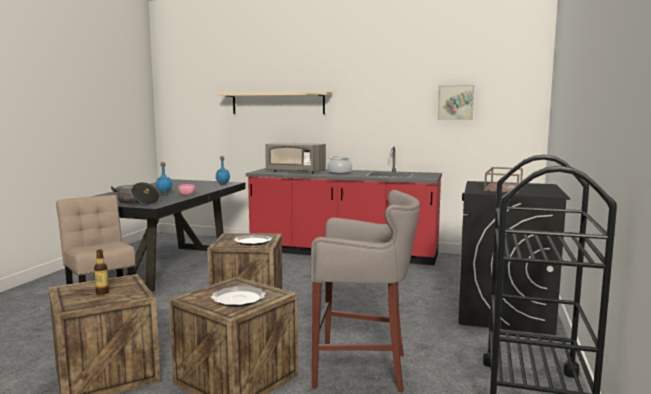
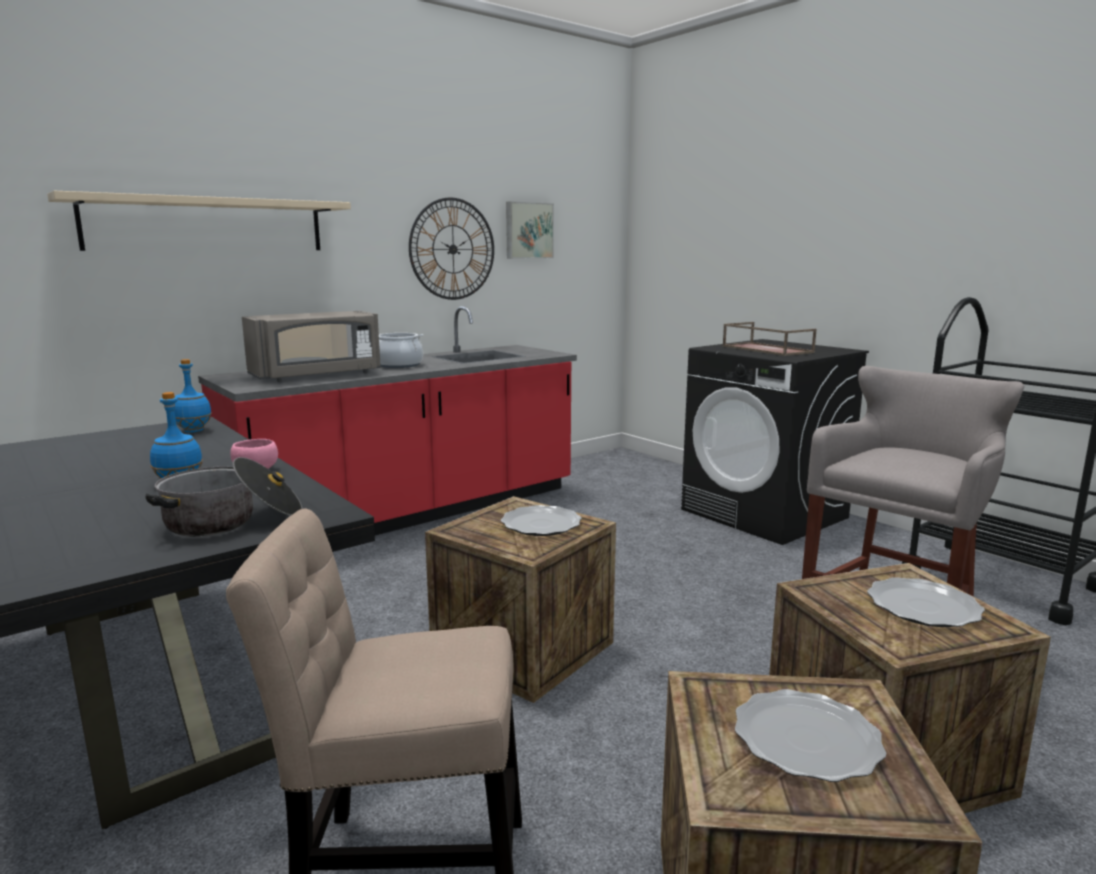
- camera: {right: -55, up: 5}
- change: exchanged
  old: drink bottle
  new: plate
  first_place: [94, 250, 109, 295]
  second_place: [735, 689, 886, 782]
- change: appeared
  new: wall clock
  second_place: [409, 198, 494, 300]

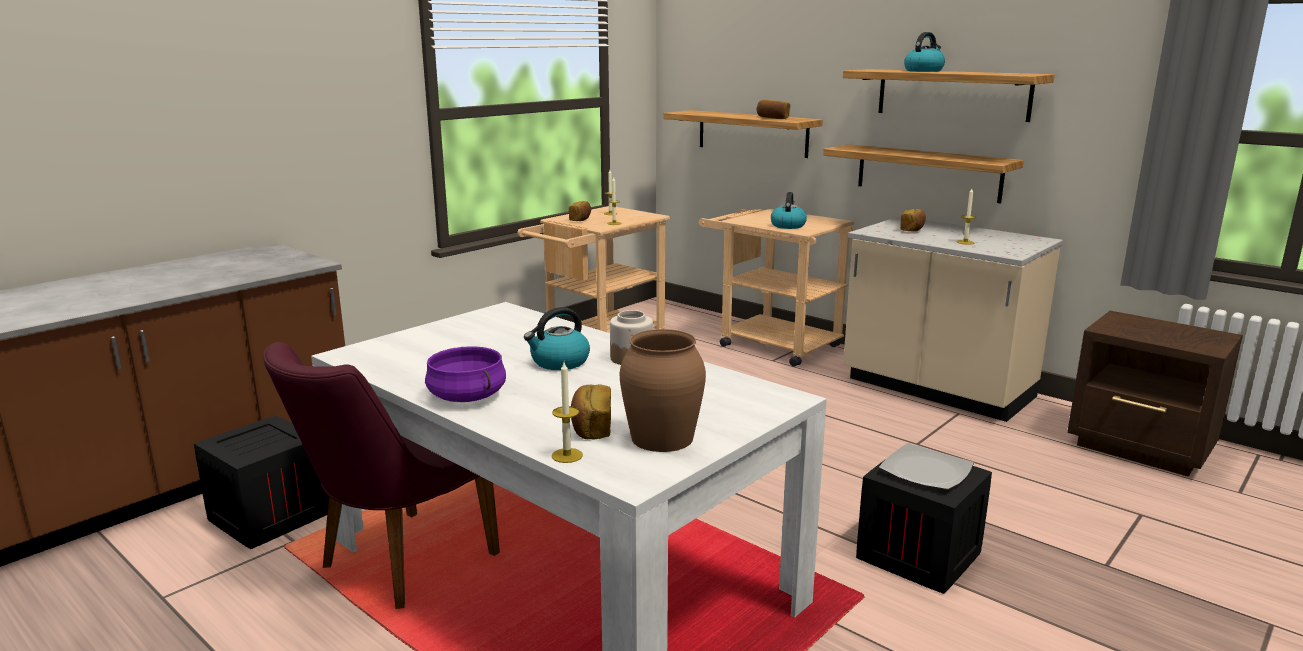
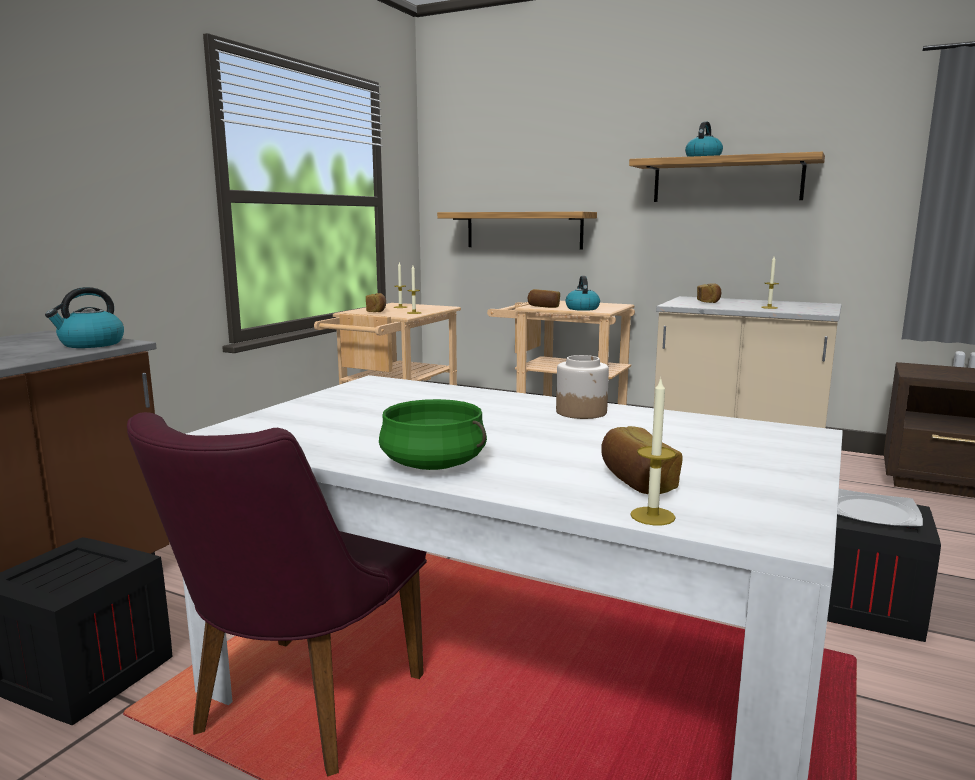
- camera: {right: -15, up: -5}
- change: colour
  old: cooking pot/purplish
  new: cooking pot/greenish
  first_place: [425, 346, 506, 402]
  second_place: [379, 399, 487, 470]
- change: relocated
  old: kettle
  first_place: [524, 307, 590, 370]
  second_place: [45, 287, 124, 348]
- change: missing
  old: flower vase/brownish
  first_place: [619, 329, 706, 452]
- change: relocated
  old: baked bread
  first_place: [757, 100, 790, 119]
  second_place: [528, 289, 560, 308]
- change: missing
  old: wall shelf
  first_place: [823, 144, 1024, 203]

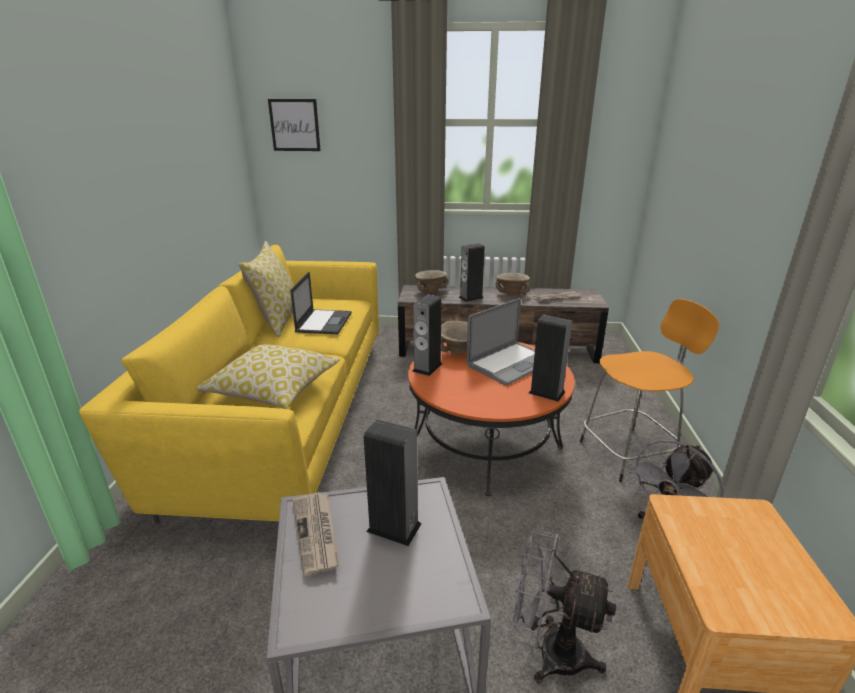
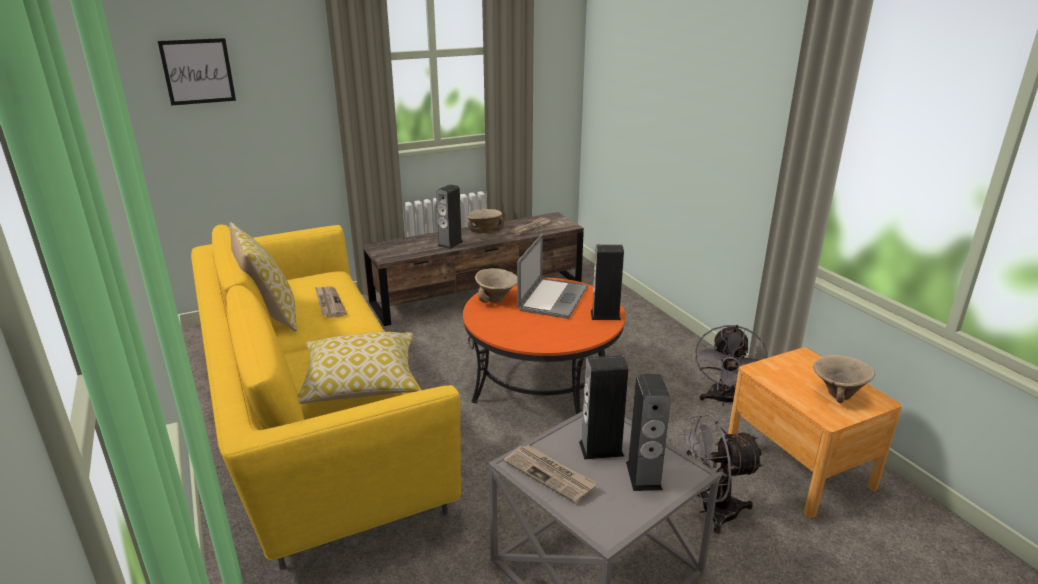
- camera: {right: -30, up: 0}
- change: exchanged
  old: notebook computer
  new: newspaper
  first_place: [290, 272, 352, 334]
  second_place: [315, 286, 347, 318]
- change: relocated
  old: loudspeaker
  first_place: [412, 295, 442, 376]
  second_place: [626, 374, 671, 491]
- change: relocated
  old: serving bowl/beige
  first_place: [415, 270, 449, 292]
  second_place: [813, 355, 875, 403]
- change: missing
  old: sitting stool/orange
  first_place: [580, 299, 719, 482]

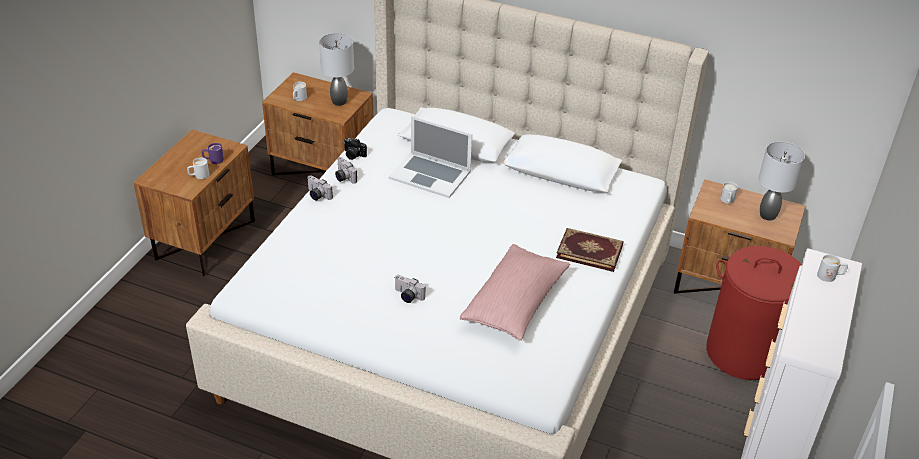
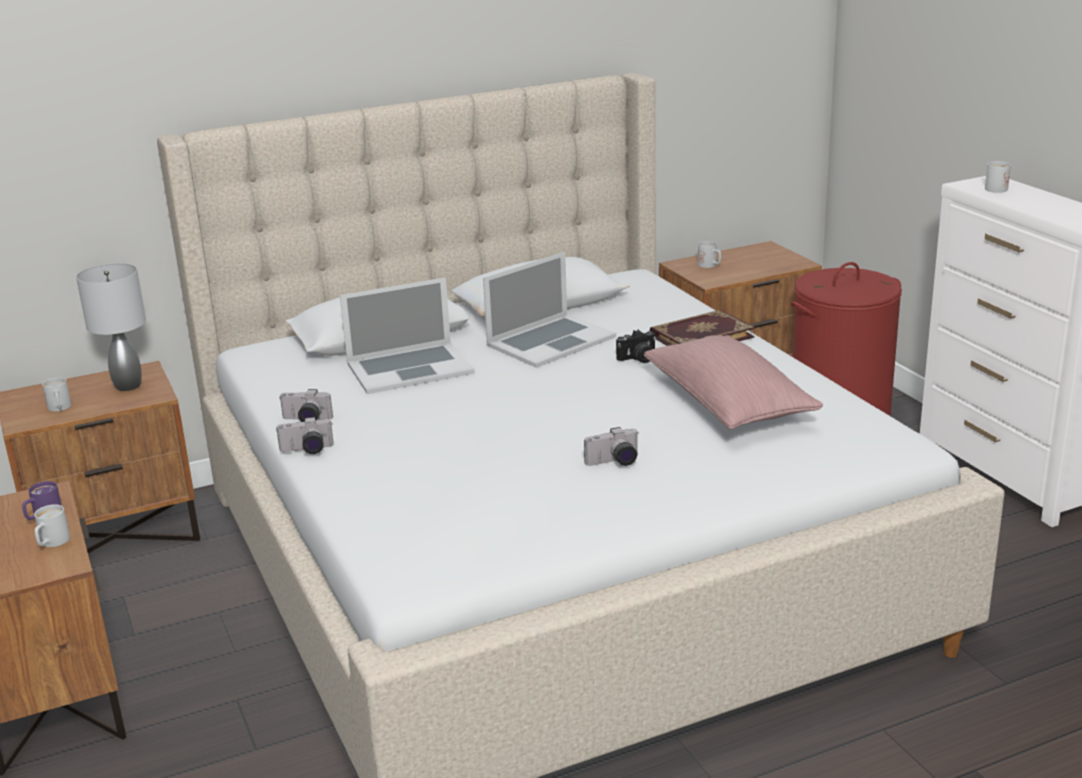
- camera: {right: -45, up: -15}
- change: relocated
  old: still camera
  first_place: [343, 138, 367, 160]
  second_place: [616, 329, 656, 363]
- change: missing
  old: tabletop lamp/gray
  first_place: [759, 142, 805, 221]
- change: appeared
  new: notebook computer
  second_place: [483, 252, 616, 368]

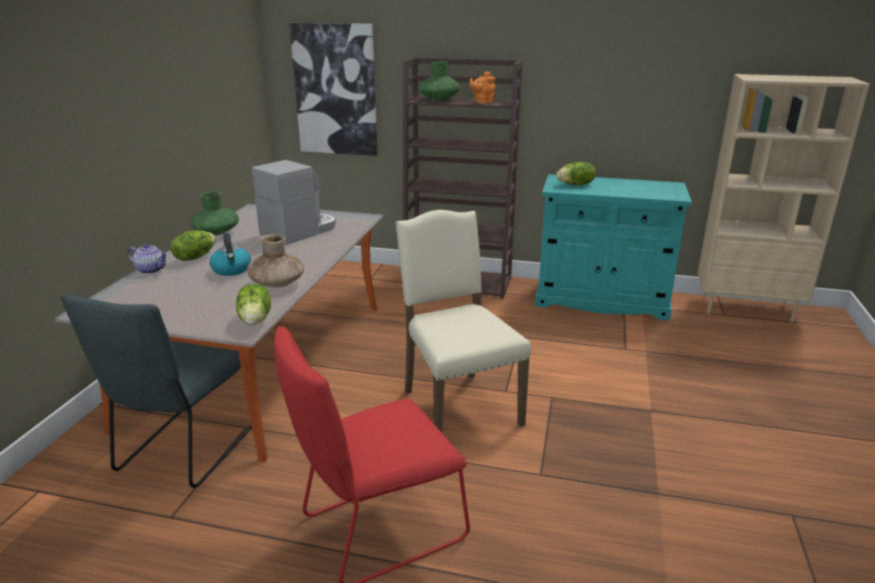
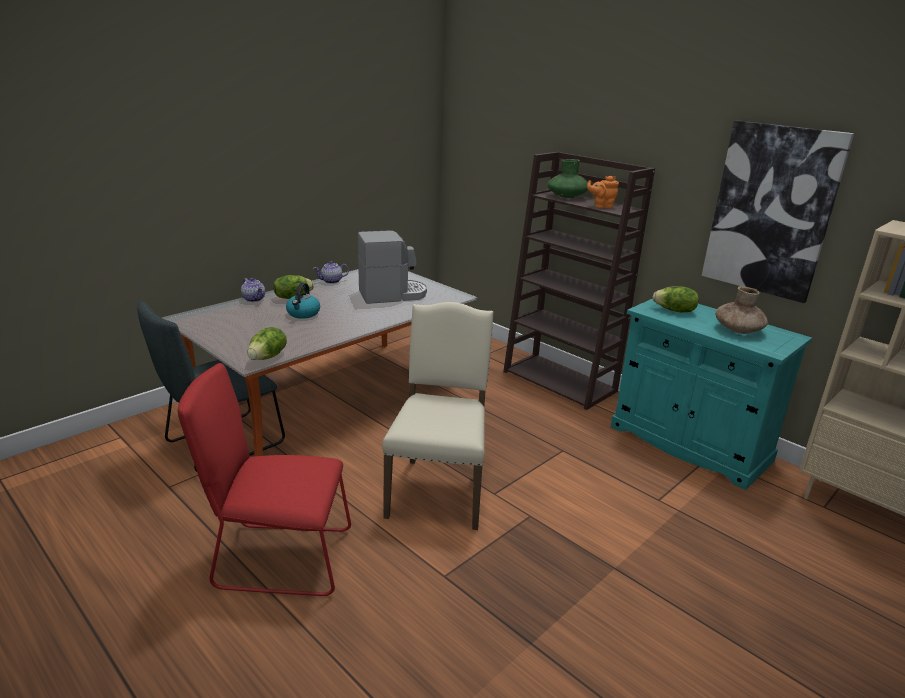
- camera: {right: 30, up: 0}
- change: exchanged
  old: flower vase/greenish
  new: tea pot
  first_place: [191, 191, 239, 236]
  second_place: [314, 261, 349, 284]
- change: relocated
  old: flower vase/brownish
  first_place: [247, 235, 304, 288]
  second_place: [715, 286, 768, 334]
- change: relocated
  old: wall picture
  first_place: [289, 23, 378, 156]
  second_place: [702, 120, 854, 303]

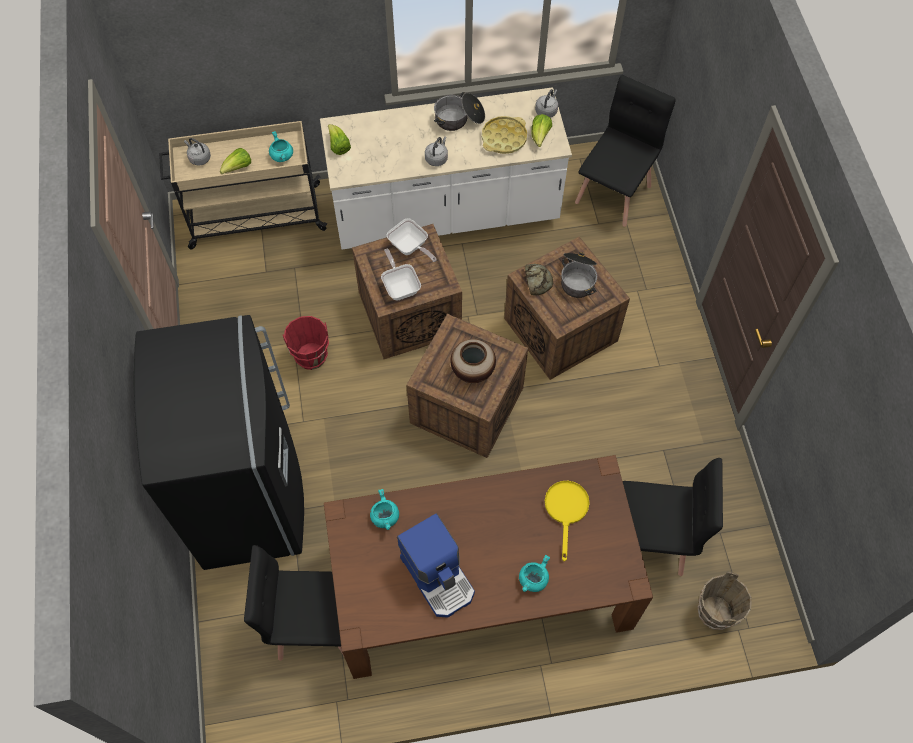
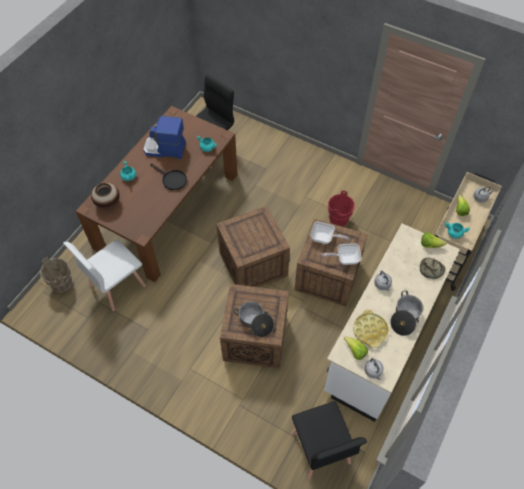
- camera: {right: 130, up: -5}
- change: missing
  old: fridge/blackish
  first_place: [134, 315, 304, 570]
- change: relocated
  old: flower vase
  first_place: [450, 339, 496, 383]
  second_place: [91, 183, 120, 209]
- change: relocated
  old: baked bread
  first_place: [524, 264, 553, 295]
  second_place: [420, 258, 445, 279]
- change: missing
  old: skillet/yellowish
  first_place: [545, 481, 590, 562]
- change: colour
  old: chair/blackish
  new: chair/whitish
  first_place: [623, 458, 723, 576]
  second_place: [63, 240, 146, 311]
- change: appeared
  new: skillet/blackish
  second_place: [150, 164, 187, 190]

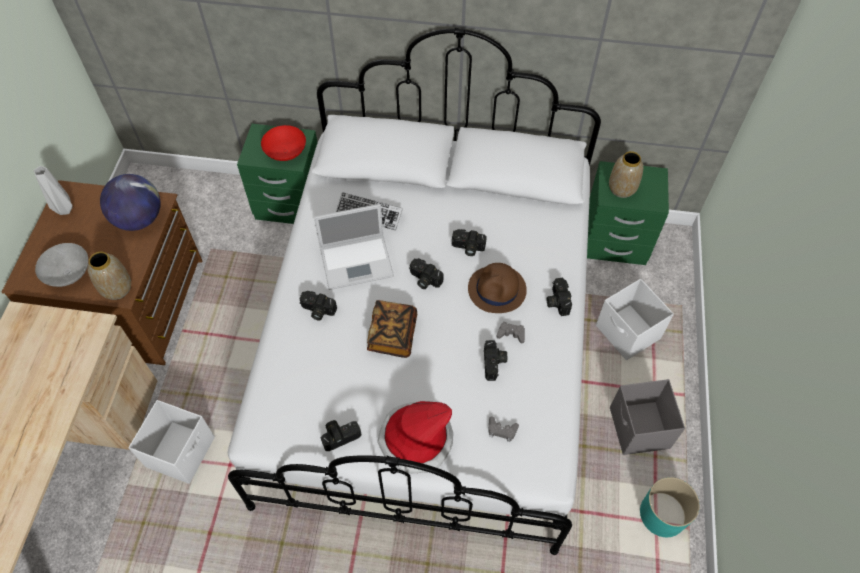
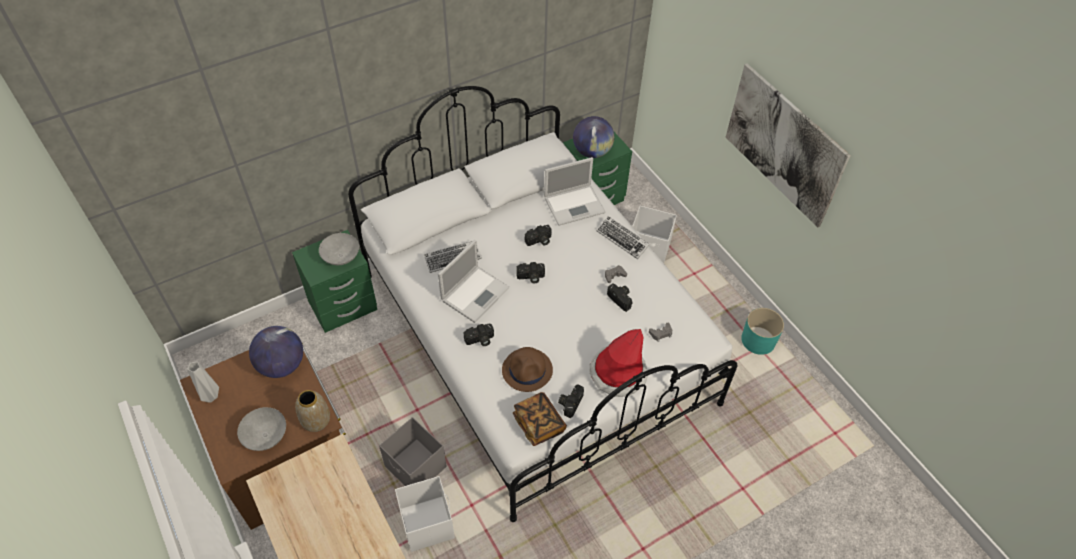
- camera: {right: -40, up: -5}
- change: colour
  old: serving bowl/red-coloured
  new: serving bowl/gray
  first_place: [261, 125, 306, 161]
  second_place: [319, 233, 359, 265]
- change: relocated
  old: bound book
  first_place: [367, 300, 417, 358]
  second_place: [513, 392, 567, 446]
- change: relocated
  old: clothing hat/brownish
  first_place: [468, 263, 527, 313]
  second_place: [502, 347, 553, 392]
- change: exchanged
  old: still camera
  new: keyboard
  first_place: [547, 278, 572, 316]
  second_place: [597, 216, 650, 259]
- change: exchanged
  old: flower vase
  new: desk globe
  first_place: [609, 151, 643, 198]
  second_place: [573, 116, 614, 158]
- change: relocated
  old: storage container/gray
  first_place: [610, 379, 685, 455]
  second_place: [379, 417, 446, 486]
- change: appeared
  new: notebook computer
  second_place: [544, 157, 606, 226]
- change: appeared
  new: wall picture
  second_place: [726, 63, 851, 227]

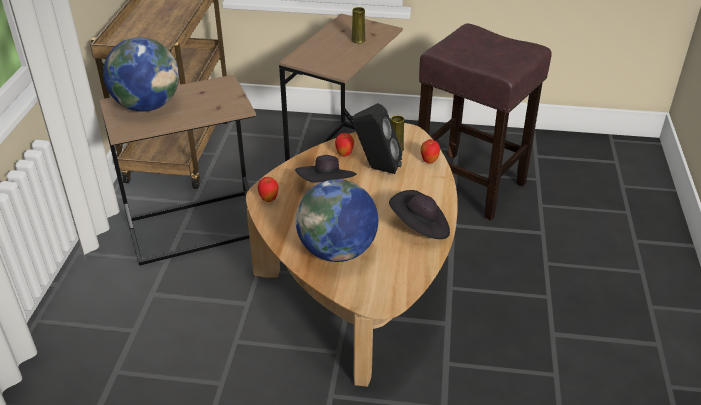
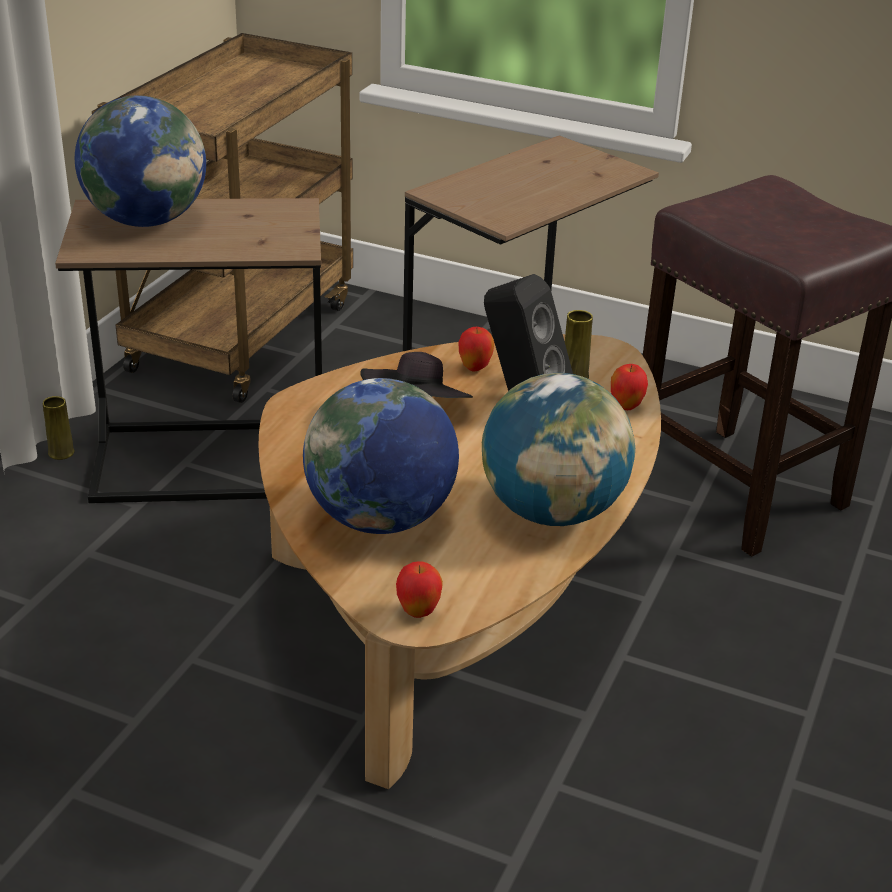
- camera: {right: 15, up: -5}
- change: relocated
  old: apple
  first_place: [258, 177, 279, 202]
  second_place: [396, 561, 443, 618]
- change: relocated
  old: flower vase/yellowish
  first_place: [351, 7, 365, 43]
  second_place: [43, 396, 75, 460]
- change: exchanged
  old: clothing hat/blackish
  new: desk globe
  first_place: [389, 190, 450, 239]
  second_place: [482, 373, 635, 526]

